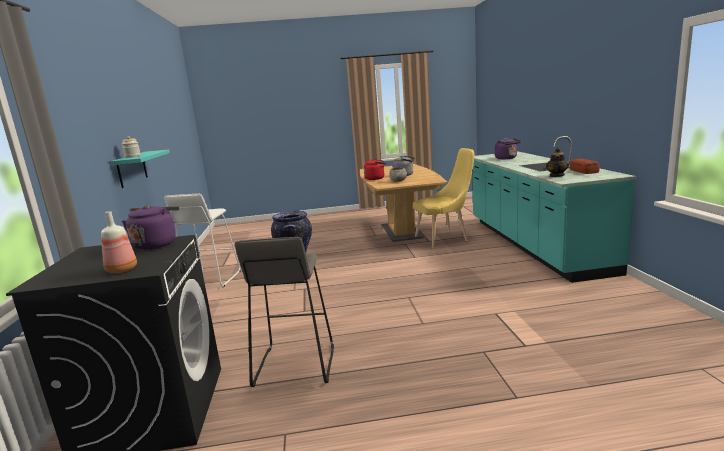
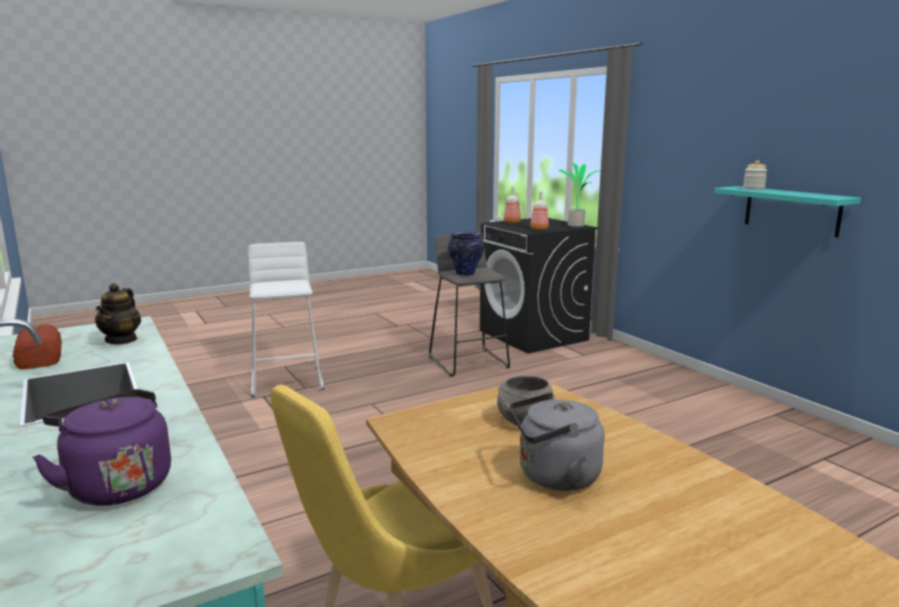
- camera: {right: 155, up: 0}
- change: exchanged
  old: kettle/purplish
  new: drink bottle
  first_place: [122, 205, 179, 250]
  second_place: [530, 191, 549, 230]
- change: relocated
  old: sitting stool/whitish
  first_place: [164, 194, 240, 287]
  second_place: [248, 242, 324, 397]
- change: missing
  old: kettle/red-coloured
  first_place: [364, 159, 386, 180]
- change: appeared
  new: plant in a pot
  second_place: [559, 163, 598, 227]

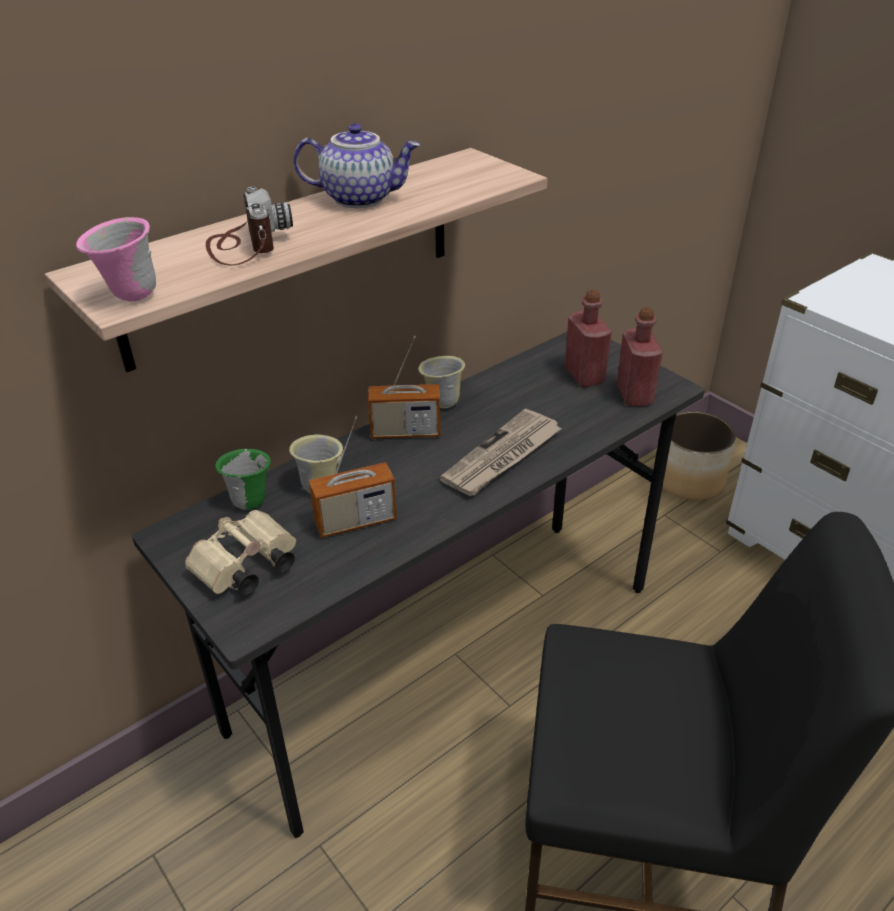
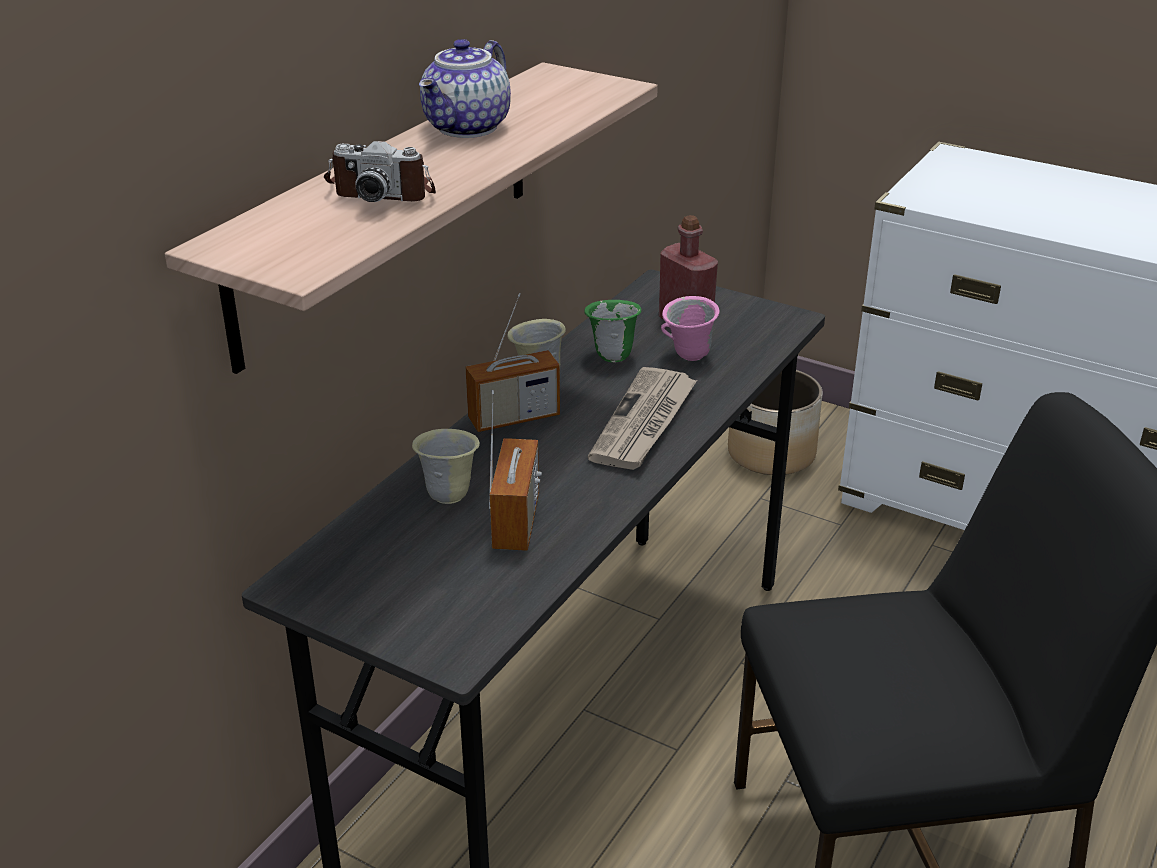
- camera: {right: -20, up: -5}
- change: relocated
  old: mug/pink-coloured
  first_place: [76, 217, 156, 302]
  second_place: [661, 296, 720, 361]
- change: missing
  old: binoculars/beige
  first_place: [185, 510, 296, 596]
- change: spun
  old: still camera
  first_place: [206, 187, 293, 265]
  second_place: [324, 141, 436, 202]
  degrees: 135
- change: relocated
  old: mug/greenish
  first_place: [215, 449, 271, 510]
  second_place: [584, 300, 641, 362]
- change: spun
  old: tea pot
  first_place: [293, 123, 420, 208]
  second_place: [419, 39, 511, 138]
  degrees: 135
- change: spun
  old: radio set
  first_place: [309, 416, 397, 538]
  second_place: [489, 390, 542, 551]
  degrees: -45
- change: missing
  old: drink bottle/red-coloured
  first_place: [617, 307, 663, 406]

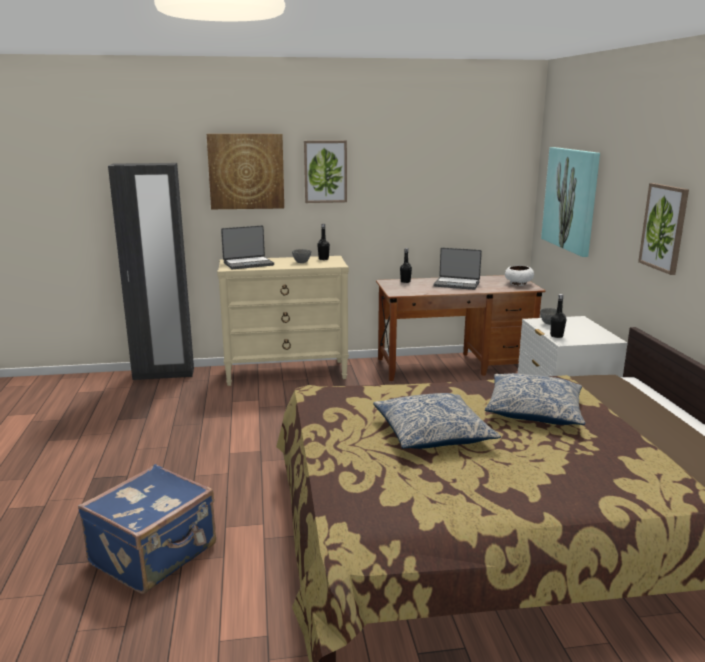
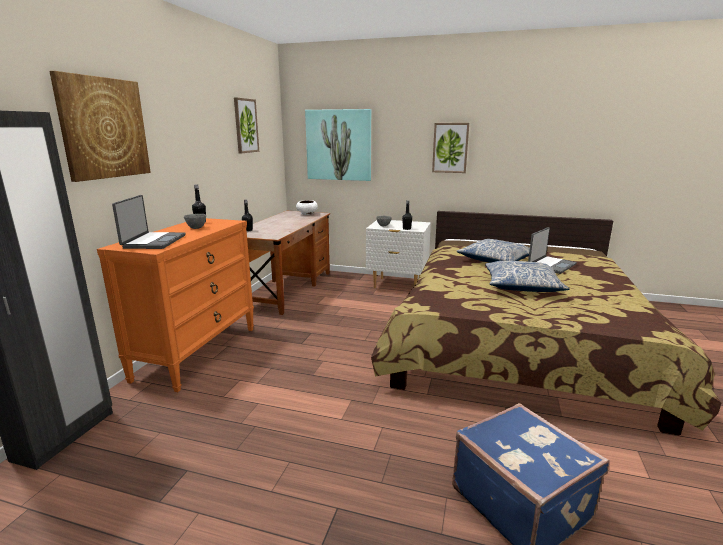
- camera: {right: -65, up: 0}
- change: colour
  old: dresser/beige
  new: dresser/orange
  first_place: [217, 256, 349, 386]
  second_place: [97, 218, 254, 392]
- change: relocated
  old: wall picture
  first_place: [304, 140, 347, 203]
  second_place: [234, 97, 259, 153]
- change: relocated
  old: notebook computer
  first_place: [433, 248, 482, 290]
  second_place: [528, 227, 577, 274]

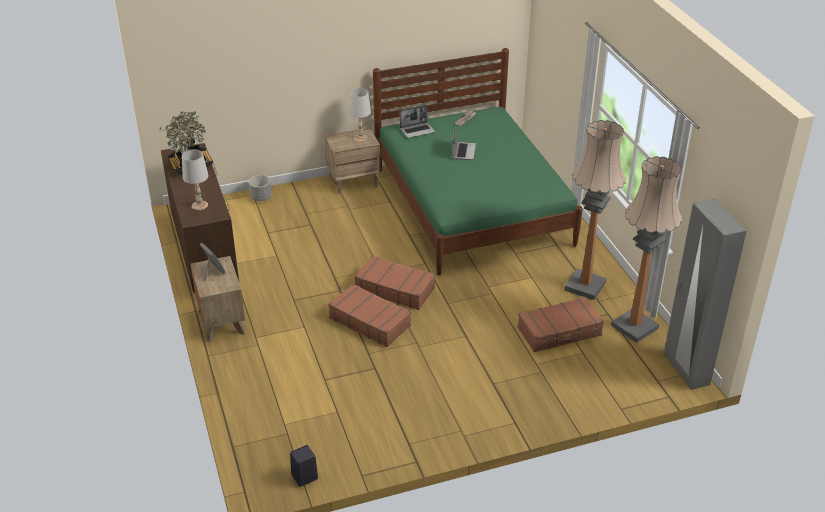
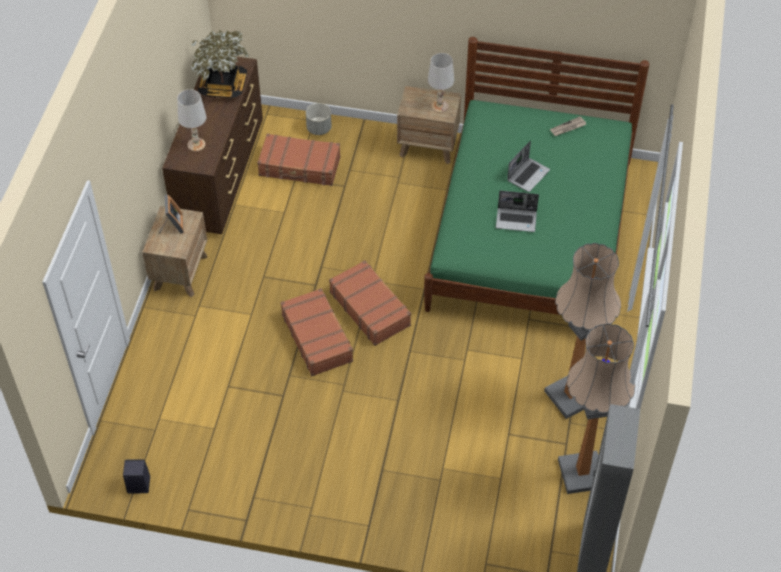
- camera: {right: 30, up: 15}
- change: relocated
  old: notebook computer
  first_place: [400, 105, 435, 138]
  second_place: [496, 191, 539, 232]
- change: relocated
  old: piece of luggage/brownish
  first_place: [518, 297, 604, 352]
  second_place: [257, 134, 340, 186]

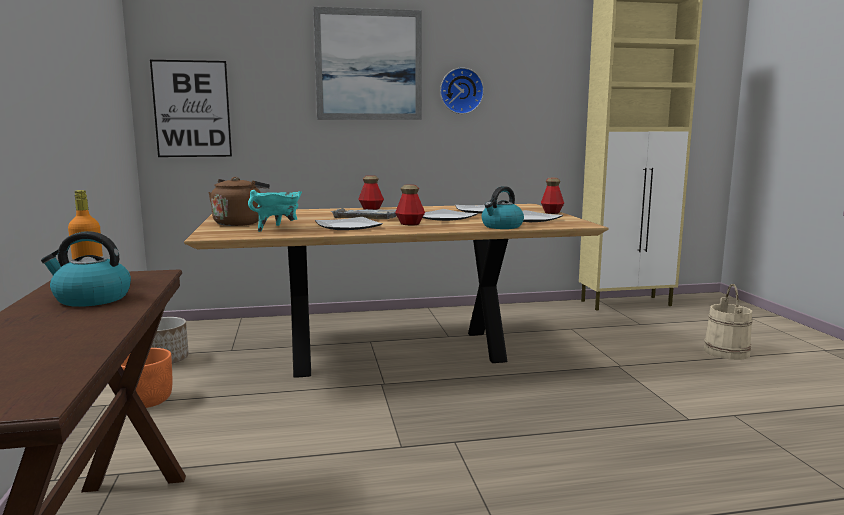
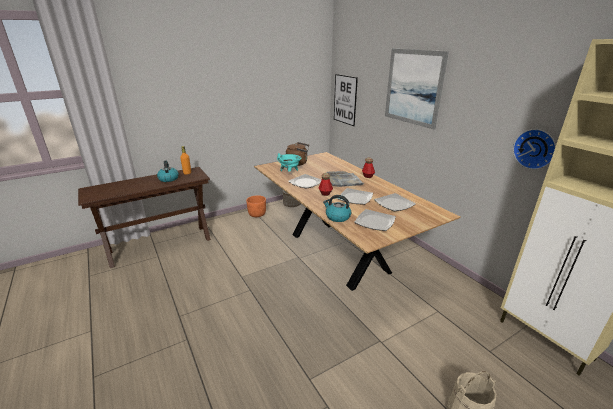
- camera: {right: 70, up: 15}
- change: relocated
  old: wall clock
  first_place: [440, 67, 484, 114]
  second_place: [513, 129, 556, 169]
- change: missing
  old: drink bottle
  first_place: [541, 178, 564, 214]

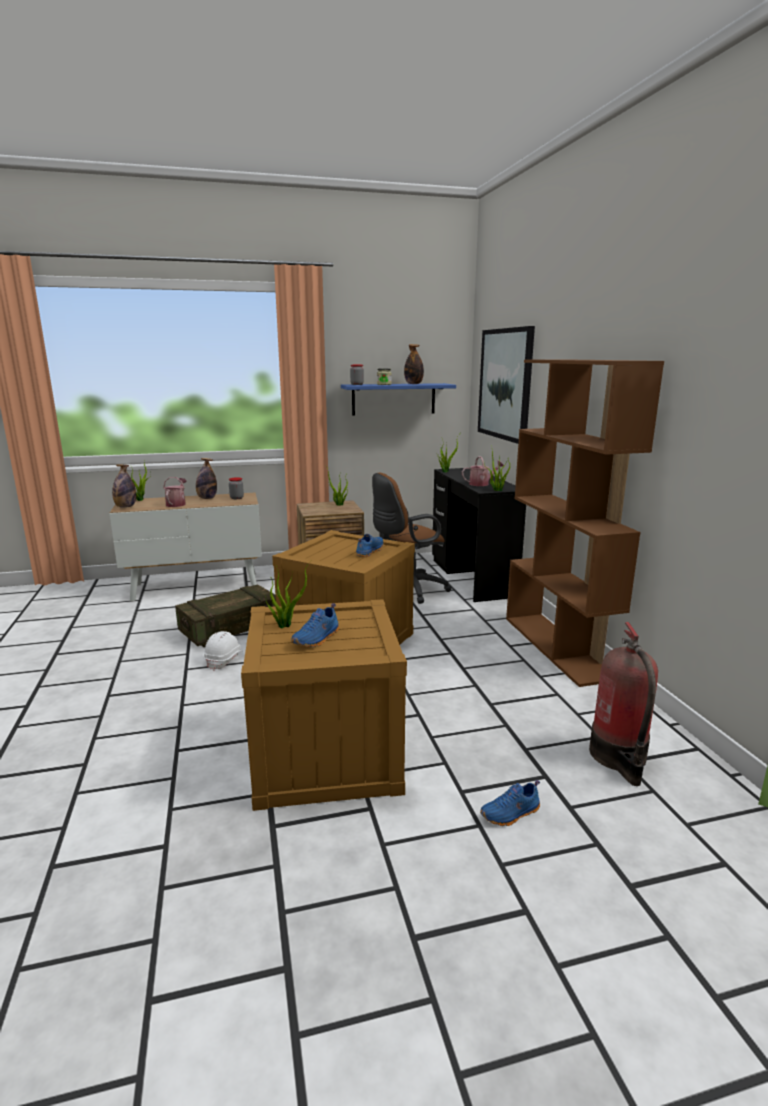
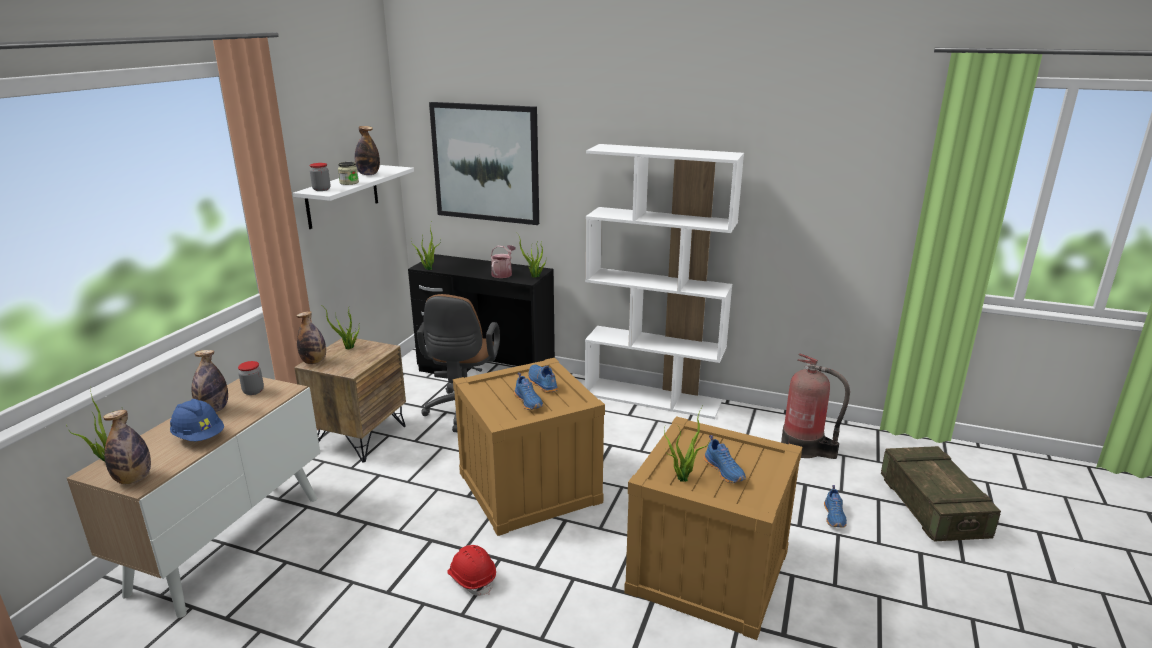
- camera: {right: -55, up: 5}
- change: exchanged
  old: watering can
  new: work helmet/blue
  first_place: [163, 477, 187, 507]
  second_place: [170, 399, 224, 441]
- change: relocated
  old: shipping crate
  first_place: [175, 584, 276, 647]
  second_place: [881, 446, 1001, 542]
- change: colour
  old: work helmet/whitish
  new: work helmet/red-coloured
  first_place: [203, 631, 242, 671]
  second_place: [447, 545, 496, 596]
- change: colour
  old: wall shelf/blue
  new: wall shelf/whitish
  first_place: [341, 383, 456, 416]
  second_place: [293, 165, 414, 229]
- change: colour
  old: bookshelf/brownish
  new: bookshelf/whitish
  first_place: [506, 359, 664, 687]
  second_place: [585, 144, 744, 419]
- change: appeared
  new: drink bottle
  second_place: [296, 311, 326, 364]
- change: appeared
  new: shoe/blue
  second_place: [514, 373, 543, 410]

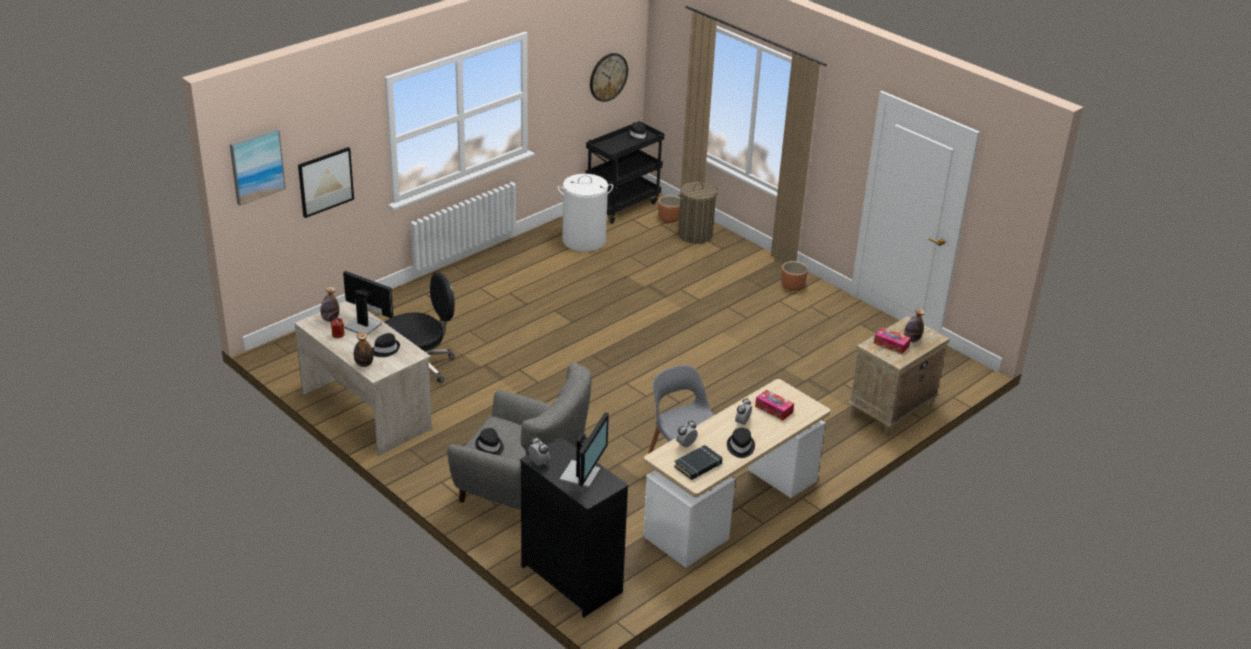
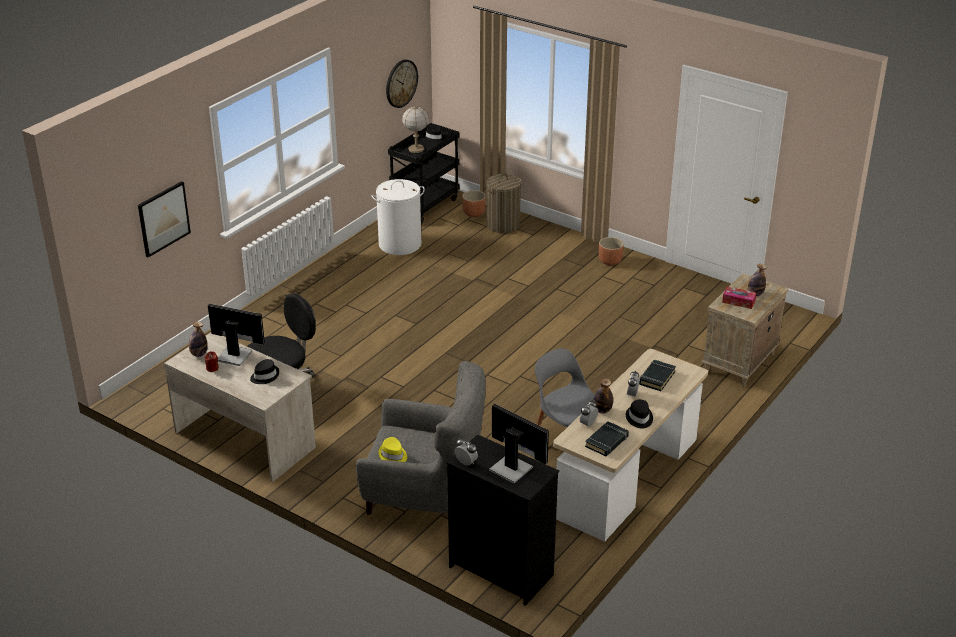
- camera: {right: -10, up: 0}
- change: missing
  old: wall picture
  first_place: [230, 129, 286, 205]
- change: relocated
  old: drink bottle
  first_place: [354, 332, 373, 367]
  second_place: [593, 378, 613, 414]
- change: colour
  old: clothing hat/blackish
  new: clothing hat/yellowish
  first_place: [475, 428, 504, 456]
  second_place: [378, 437, 407, 462]
- change: spun
  old: computer screen
  first_place: [559, 412, 609, 488]
  second_place: [489, 404, 549, 484]
  degrees: -60
- change: exchanged
  old: box of tissues
  new: bound book/blackish
  first_place: [755, 390, 794, 421]
  second_place: [639, 360, 676, 391]
- change: appeared
  new: tabletop lamp
  second_place: [402, 106, 429, 153]

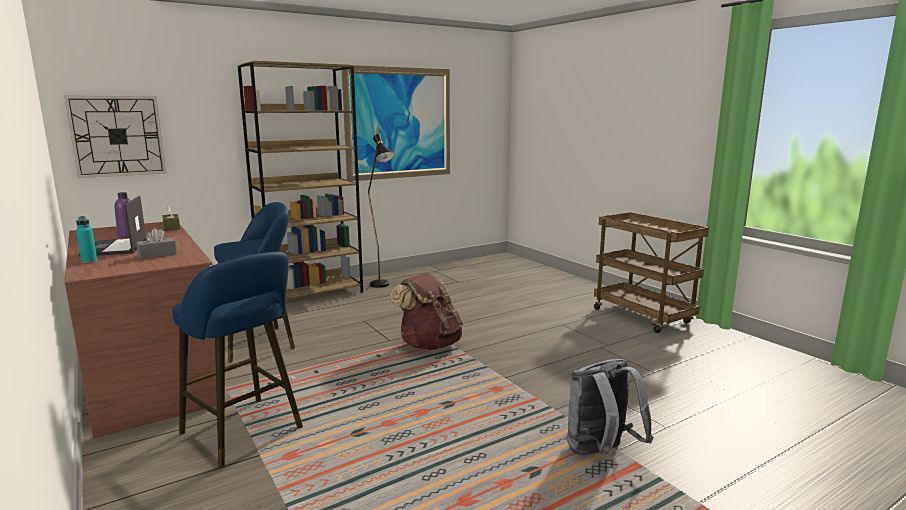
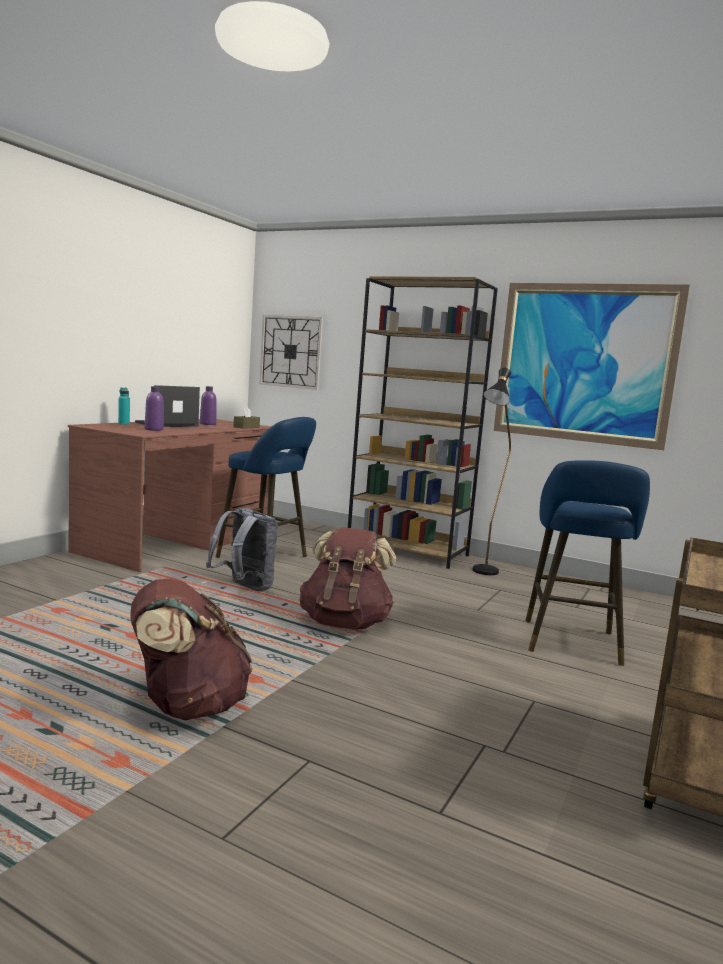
- camera: {right: 60, up: -5}
- change: exchanged
  old: box of tissues/gray
  new: drink bottle/purplish
  first_place: [136, 228, 177, 259]
  second_place: [145, 386, 164, 431]
- change: relocated
  old: sitting stool/blue
  first_place: [172, 251, 303, 467]
  second_place: [525, 460, 650, 666]
- change: relocated
  old: knapsack/gray
  first_place: [567, 359, 653, 457]
  second_place: [206, 508, 278, 592]
- change: appeared
  new: knapsack/brownish
  second_place: [131, 579, 253, 720]

